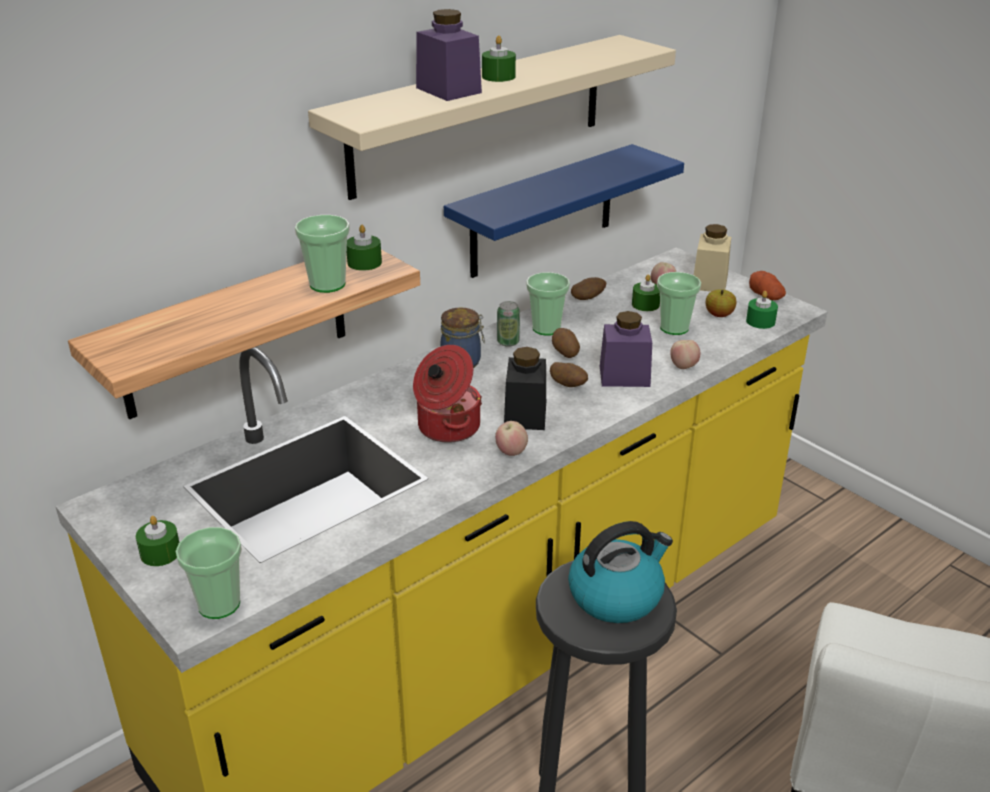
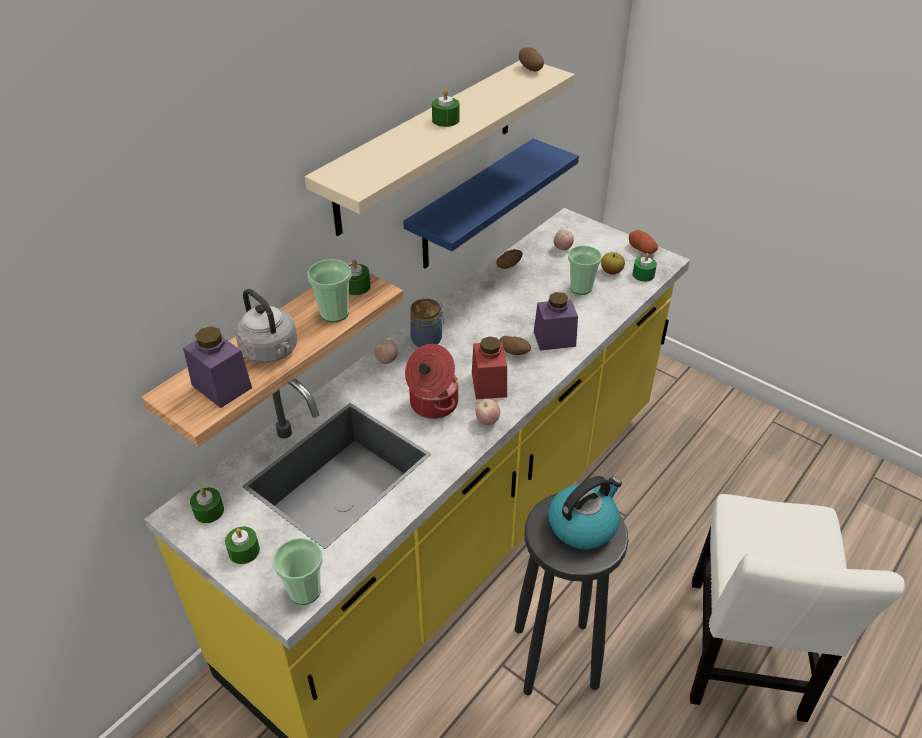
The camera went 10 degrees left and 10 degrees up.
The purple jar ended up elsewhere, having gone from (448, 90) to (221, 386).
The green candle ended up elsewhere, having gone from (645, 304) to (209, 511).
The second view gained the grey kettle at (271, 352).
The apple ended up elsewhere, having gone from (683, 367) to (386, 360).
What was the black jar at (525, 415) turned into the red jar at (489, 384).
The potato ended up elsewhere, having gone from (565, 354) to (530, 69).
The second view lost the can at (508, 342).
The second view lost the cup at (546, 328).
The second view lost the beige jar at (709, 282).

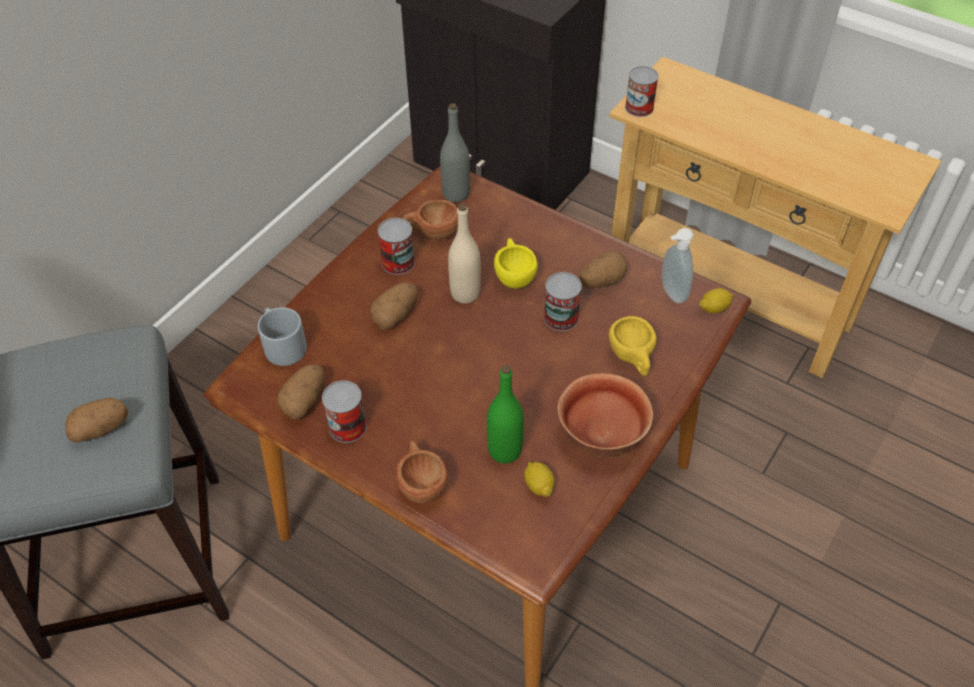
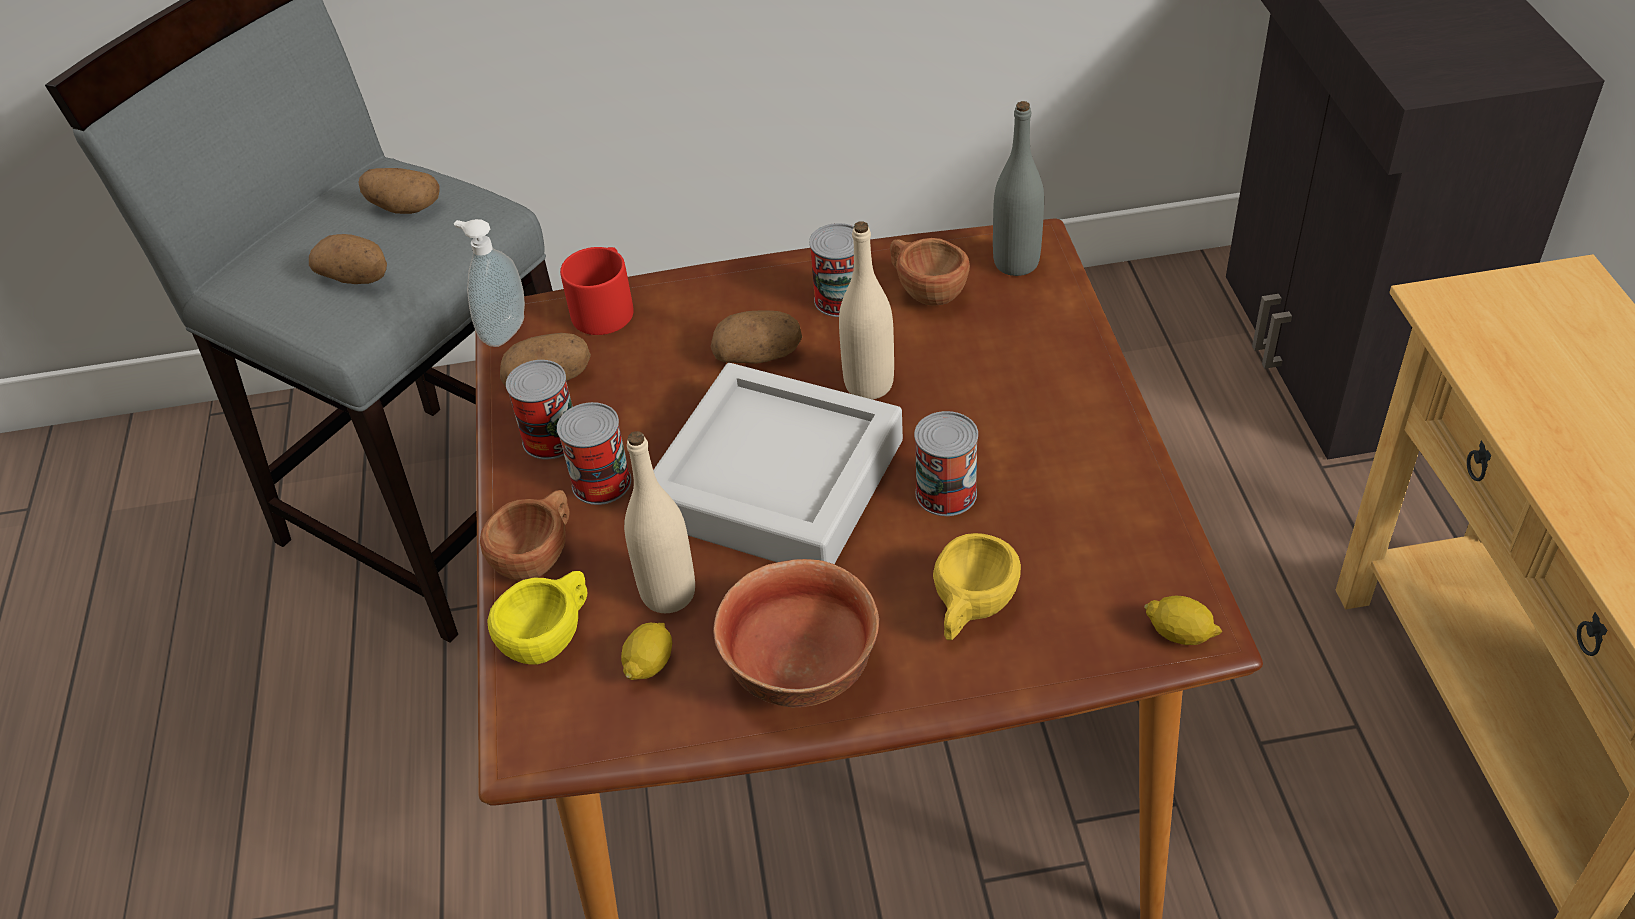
The camera went 50 degrees right and 5 degrees down.
The potato ended up elsewhere, having gone from (601, 281) to (403, 208).
The soap dispenser ended up elsewhere, having gone from (671, 293) to (502, 331).
The yellow cup ended up elsewhere, having gone from (514, 275) to (551, 636).
The can ended up elsewhere, having gone from (639, 108) to (601, 482).
What was the grey mug at (281, 345) turned into the red mug at (605, 307).
What was the green bottle at (504, 450) turned into the beige bottle at (668, 594).
The second view gained the grey tray at (776, 481).

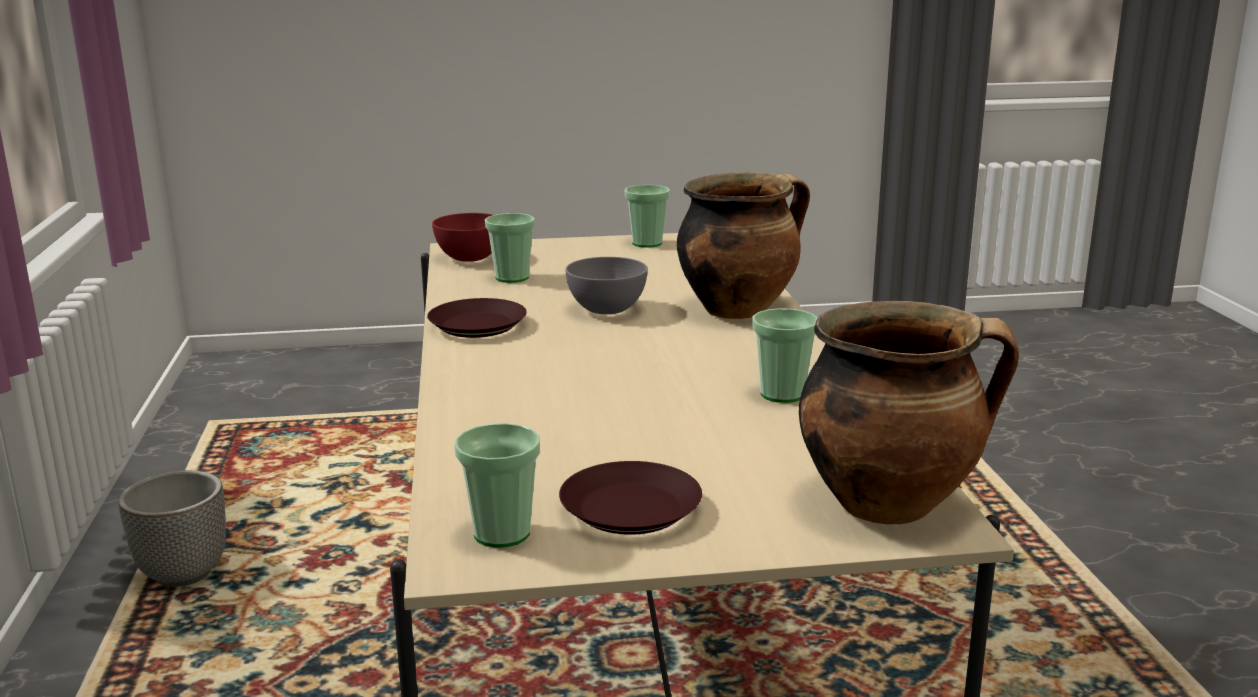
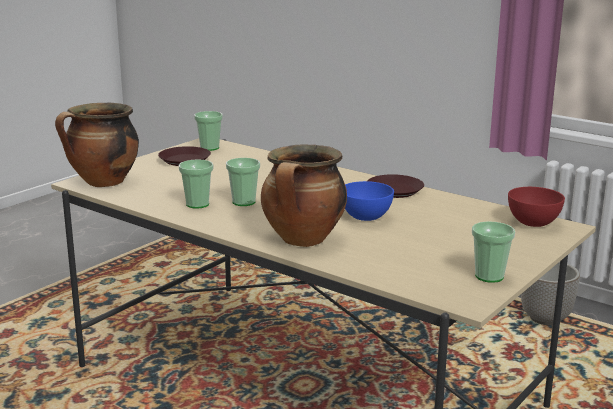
The camera went 135 degrees right and 0 degrees up.
The cup ended up elsewhere, having gone from (512, 278) to (243, 202).
What was the grey bowl at (607, 310) turned into the blue bowl at (365, 217).

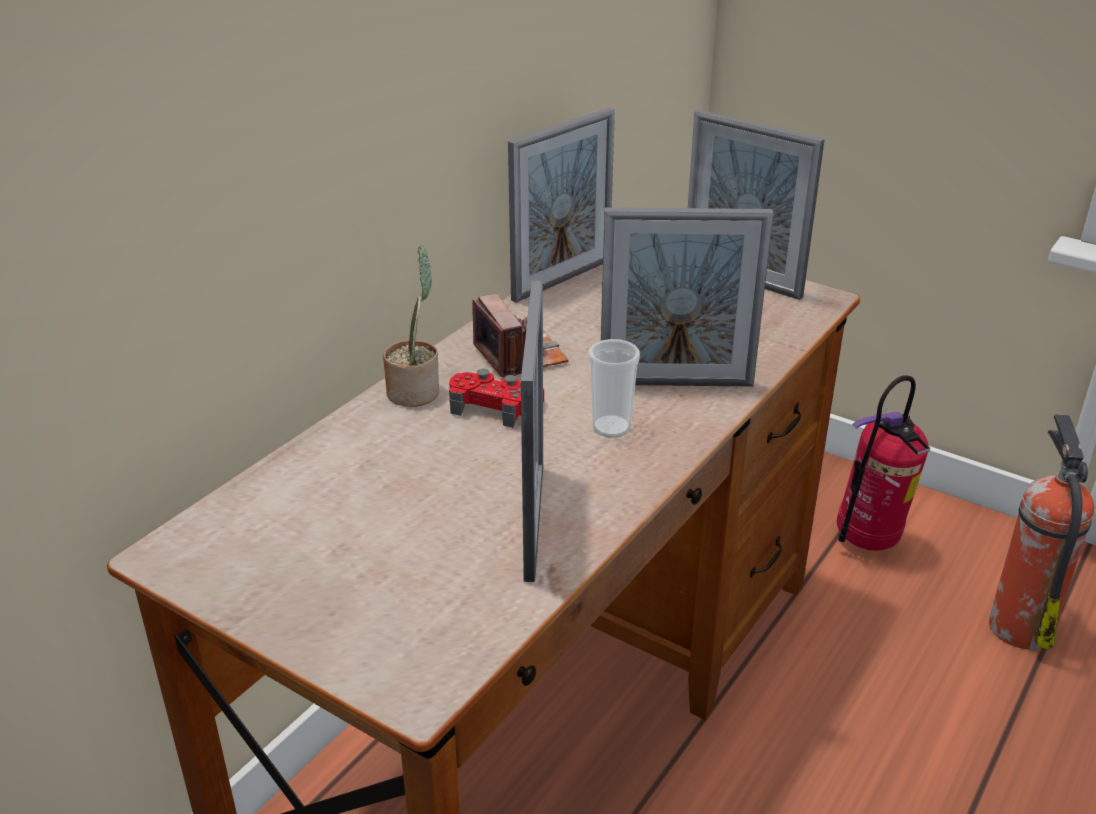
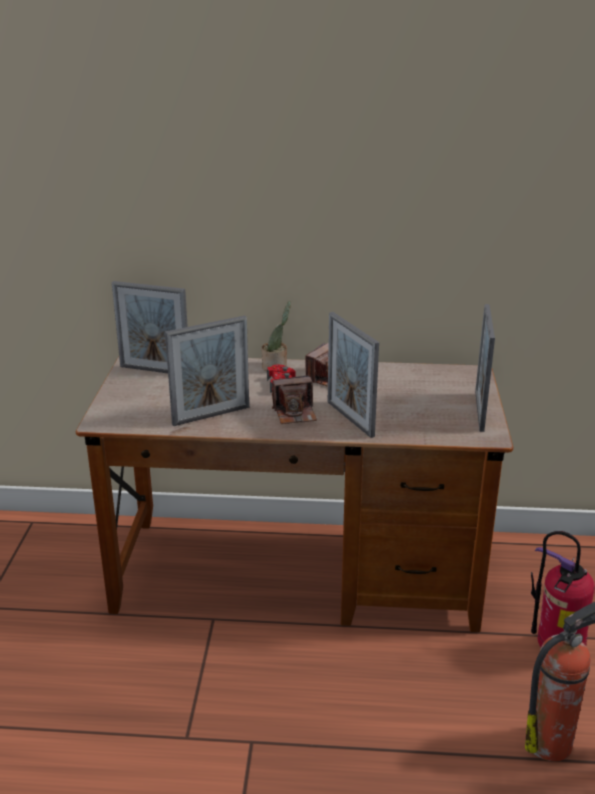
The camera went 60 degrees right and 5 degrees down.
The picture frame ended up elsewhere, having gone from (562, 280) to (155, 370).
Where the cup stood at (611, 427), the photo camera came to stand at (295, 413).

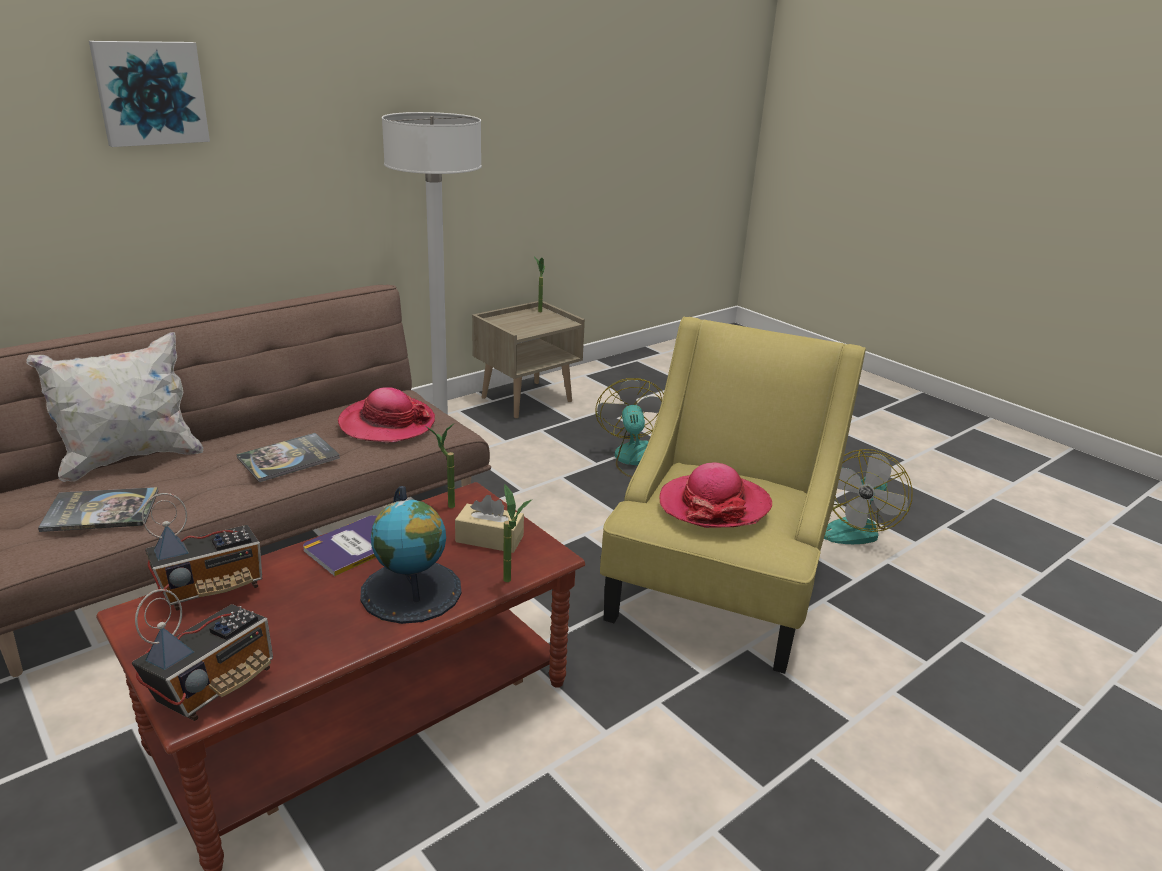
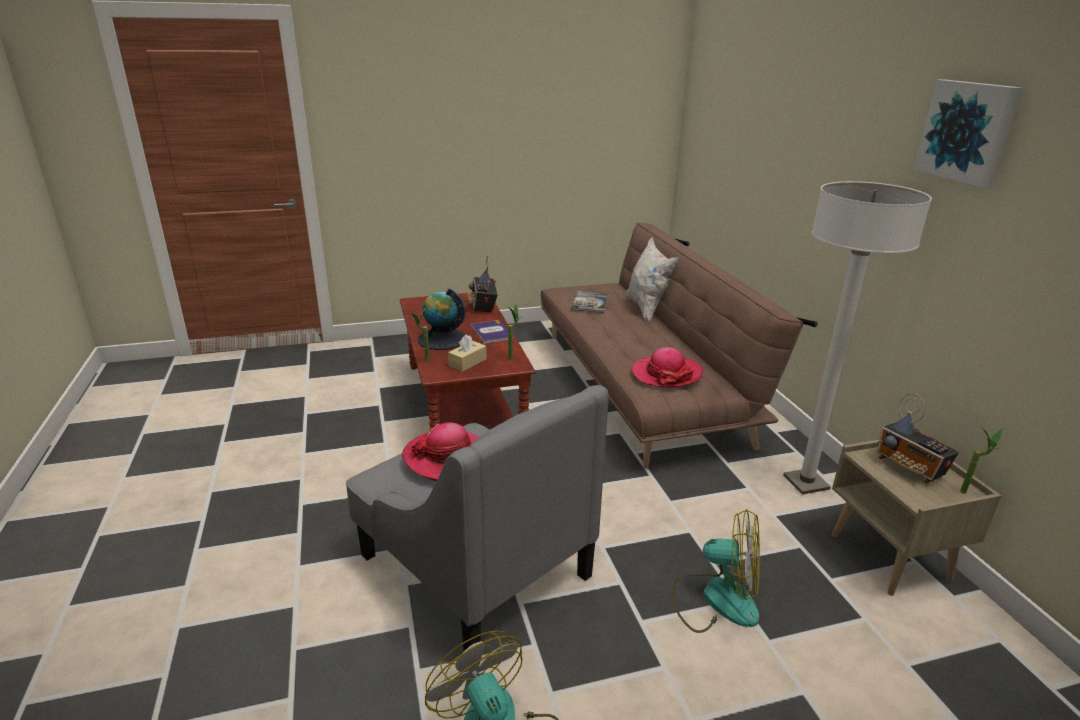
The camera went 115 degrees right and 0 degrees up.
What was the yellow armchair at (718, 586) turned into the grey armchair at (473, 565).
The radio ended up elsewhere, having gone from (215, 686) to (910, 468).
The picture ended up elsewhere, having gone from (150, 93) to (968, 131).
The second view lost the book at (288, 458).

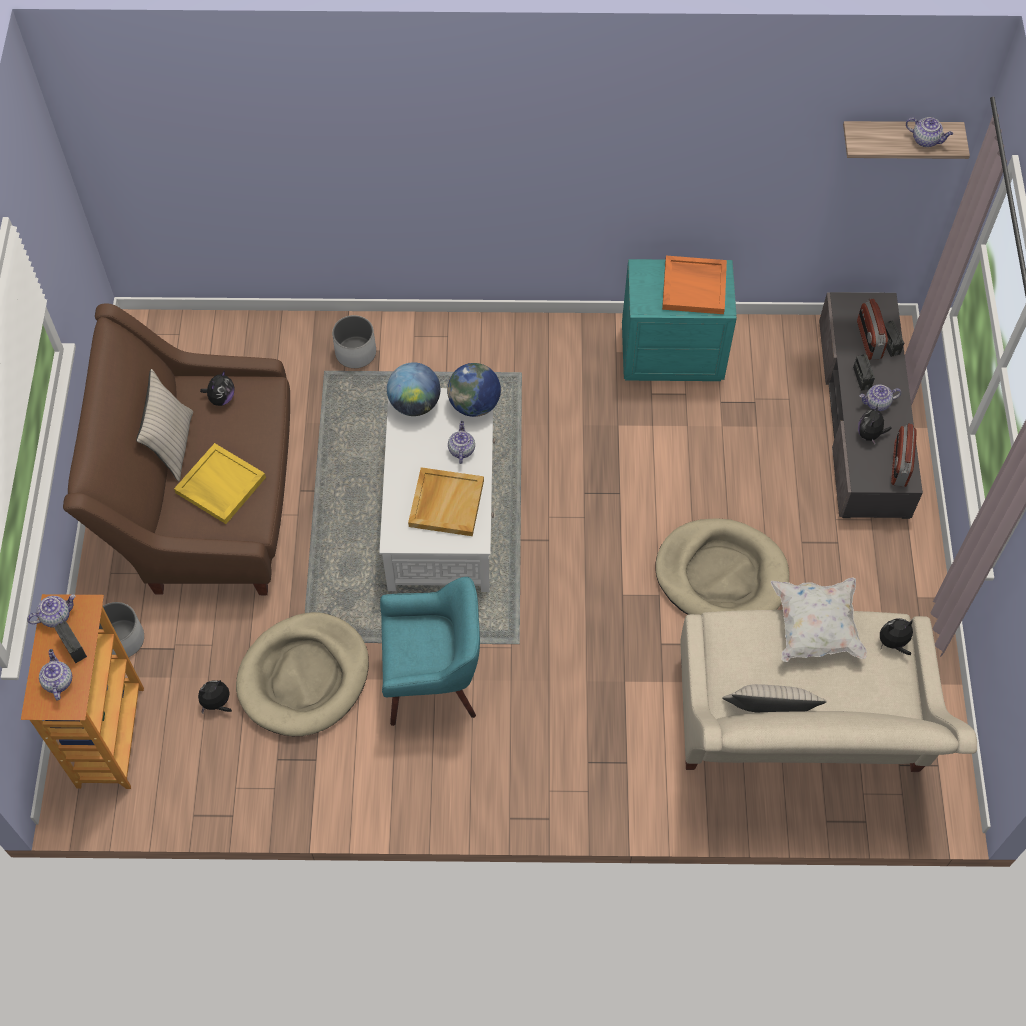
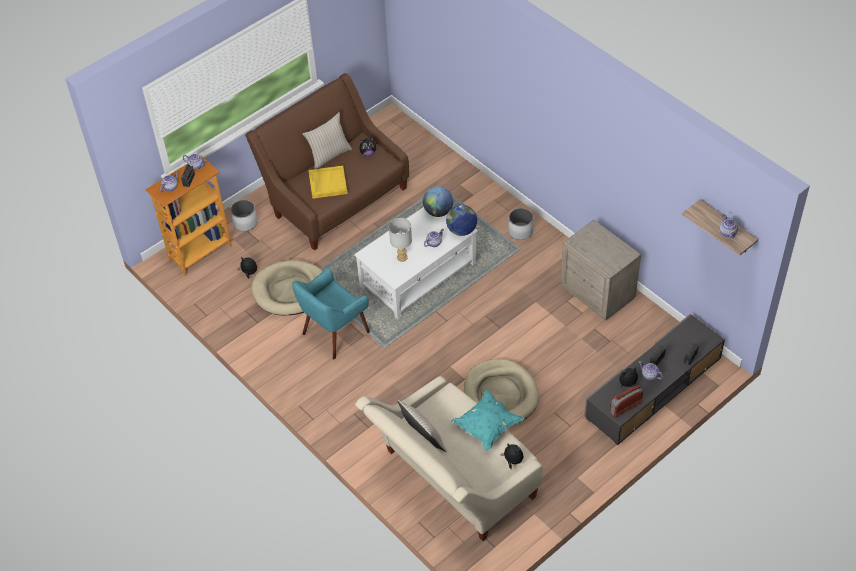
The camera went 50 degrees right and 10 degrees down.
The turquoise armchair at (433, 681) ended up facing another way, 90 degrees clockwise from before.
Where the beige tray stood at (446, 503), the grey table lamp came to stand at (402, 257).
What was the white pillow at (815, 628) turned into the turquoise pillow at (487, 426).
The white planter ended up elsewhere, having gone from (355, 352) to (520, 231).
What was the turquoise nightstand at (672, 353) turned into the beige nightstand at (598, 292).
The second view lost the orange tray at (694, 286).
The second view lost the radio at (868, 340).

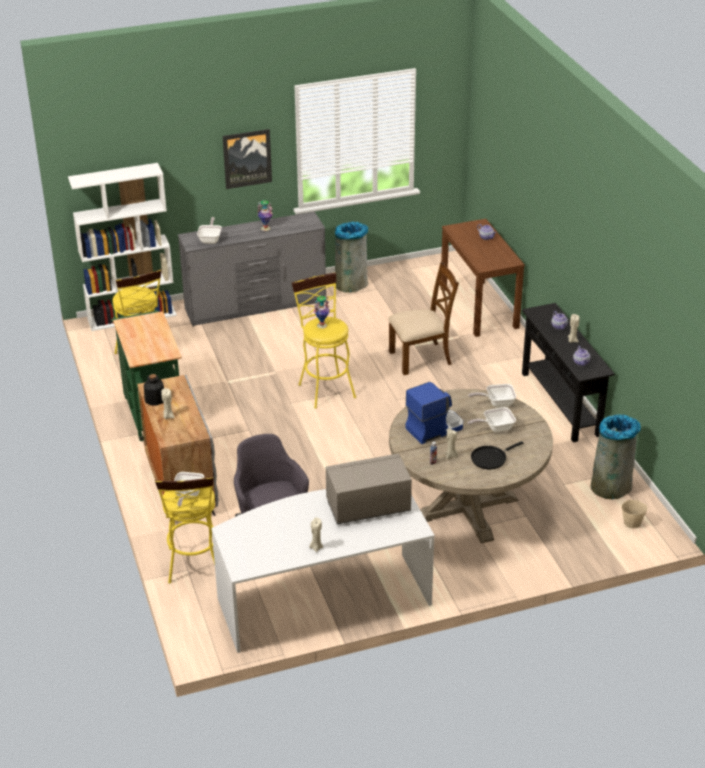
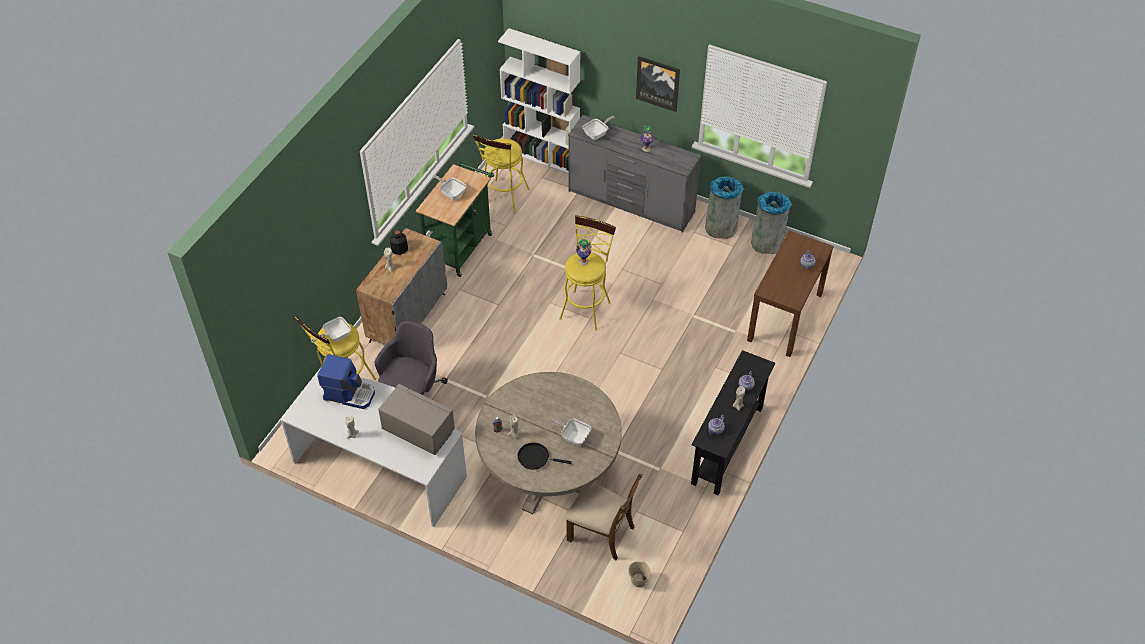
The camera went 45 degrees right and 15 degrees up.
The coffee machine ended up elsewhere, having gone from (434, 428) to (349, 393).
The frying pan ended up elsewhere, having gone from (496, 403) to (451, 193).
The brown chair ended up elsewhere, having gone from (421, 358) to (602, 533).
The grey trash can ended up elsewhere, having gone from (611, 486) to (767, 243).

